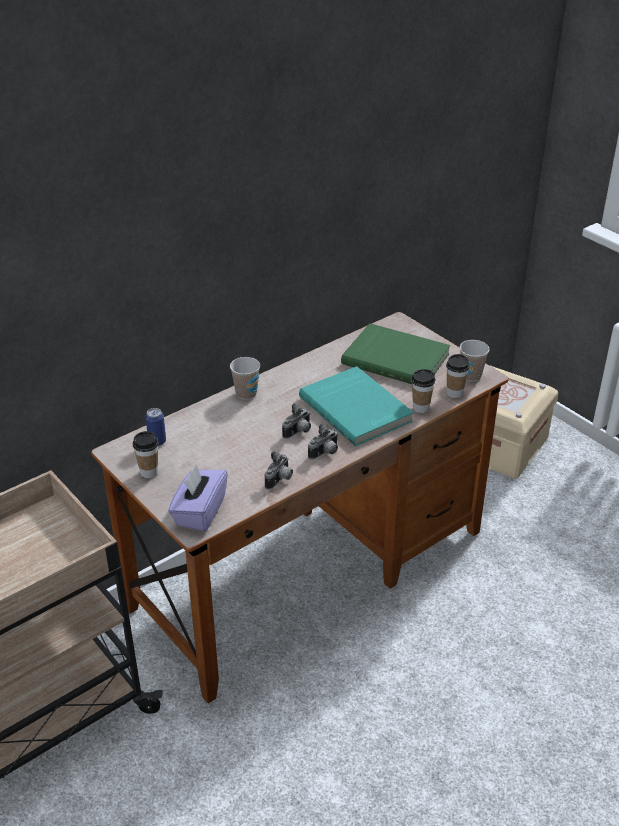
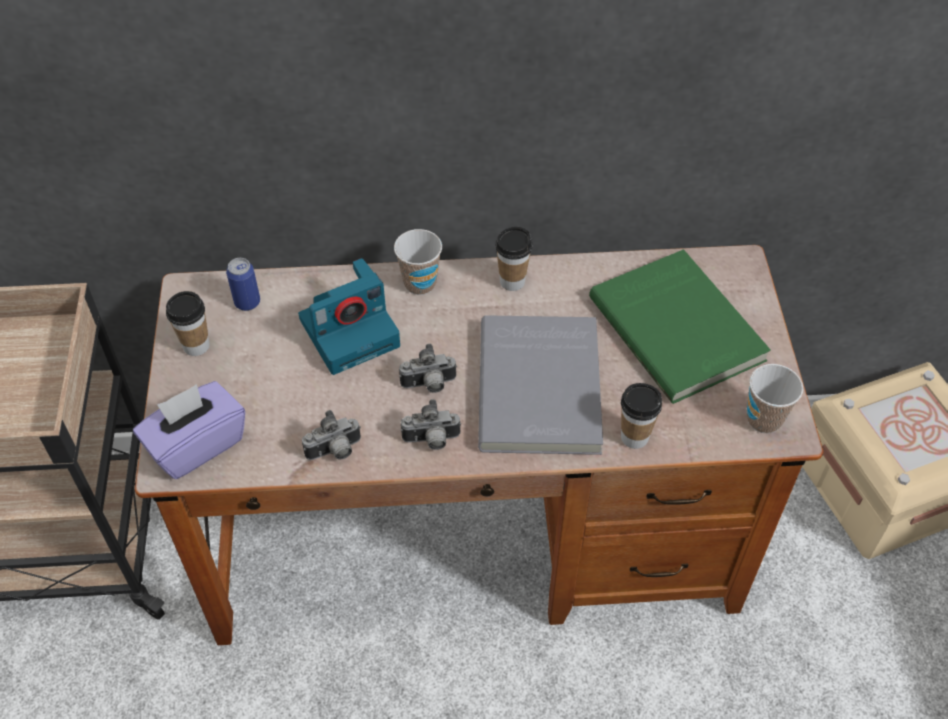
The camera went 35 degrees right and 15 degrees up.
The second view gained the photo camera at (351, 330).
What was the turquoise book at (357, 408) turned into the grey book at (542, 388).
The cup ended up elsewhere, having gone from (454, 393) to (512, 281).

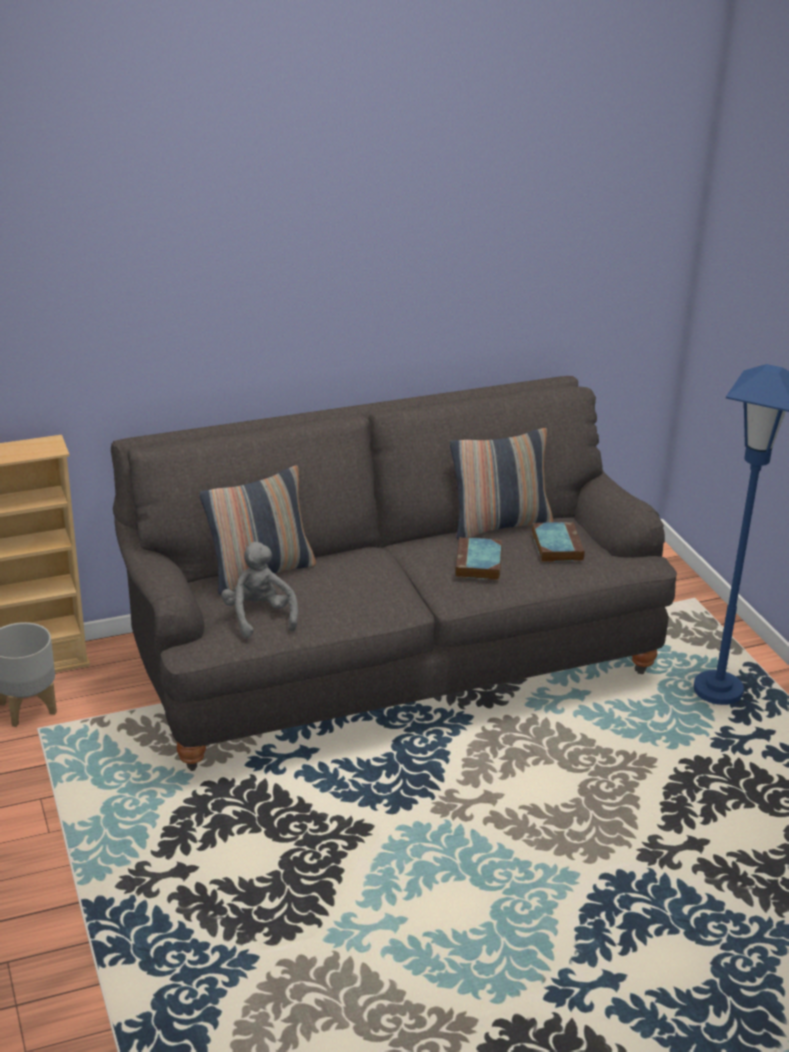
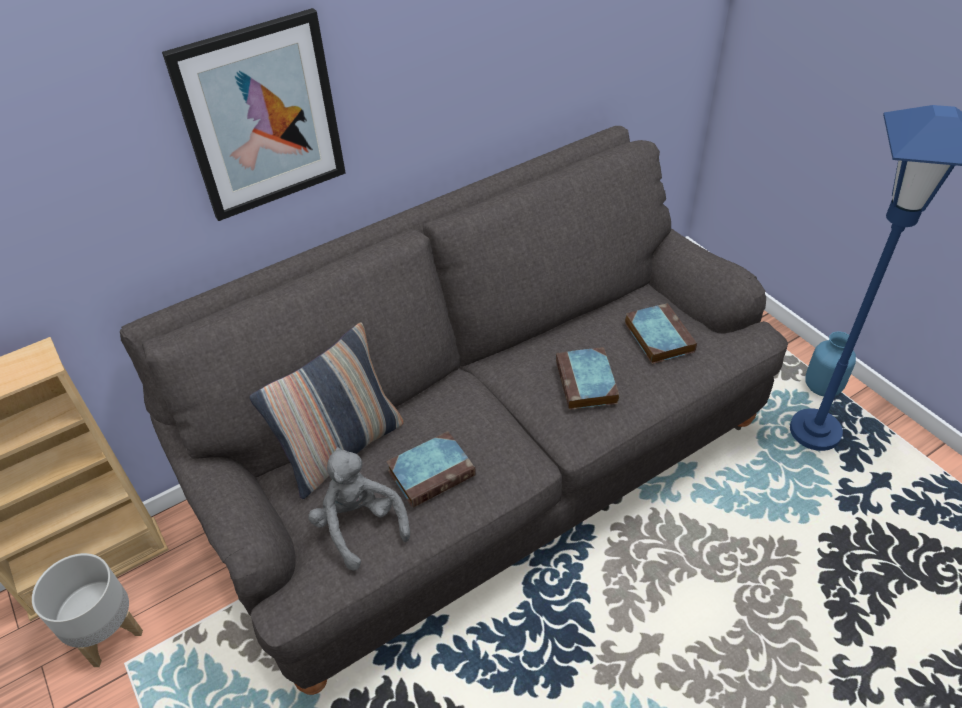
The camera went 10 degrees left and 15 degrees up.
The second view gained the picture at (261, 117).
The second view gained the book at (432, 471).
The second view gained the blue vase at (823, 387).
The second view lost the pillow at (499, 525).

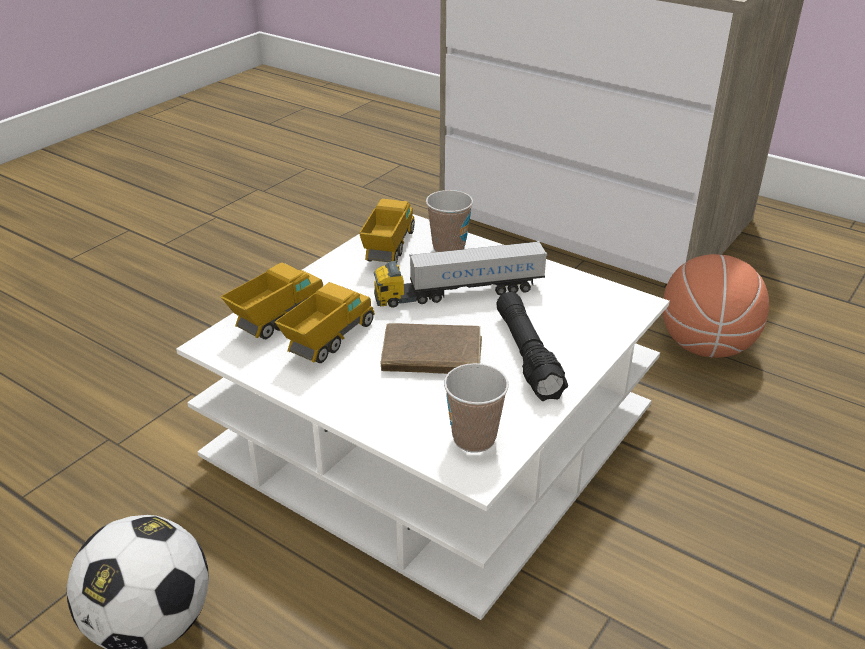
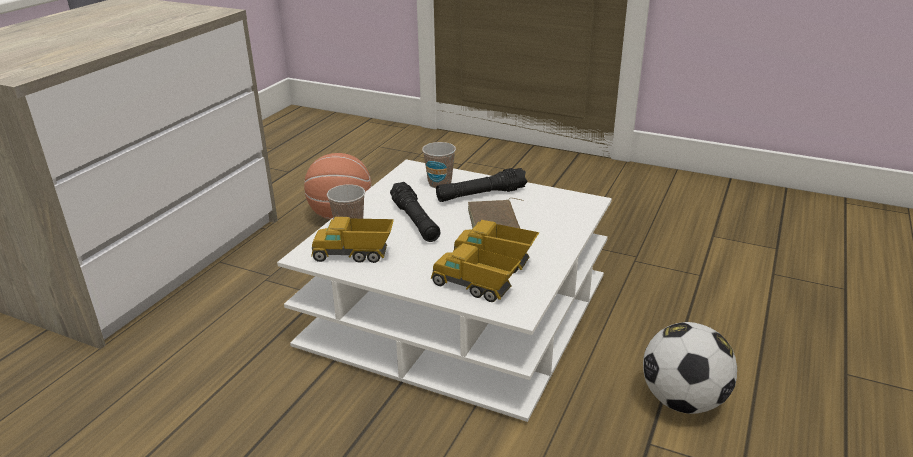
The camera went 100 degrees left and 5 degrees down.
Where the toy truck stood at (459, 293), the black flashlight came to stand at (415, 221).
The cup ended up elsewhere, having gone from (474, 438) to (439, 183).

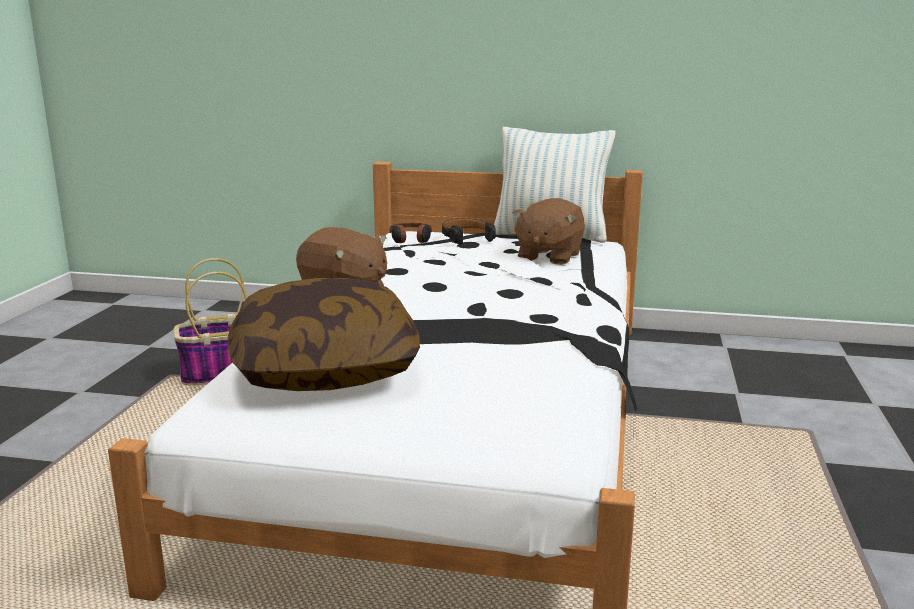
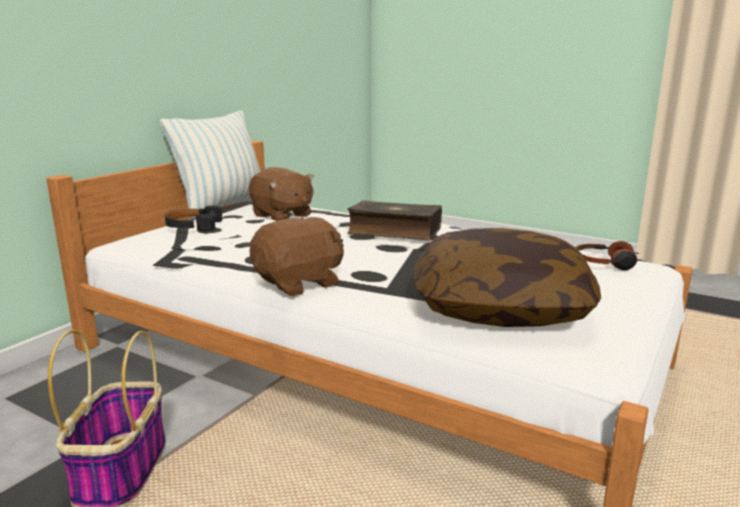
The camera went 70 degrees left and 0 degrees up.
The second view gained the book at (394, 231).
The headphones ended up elsewhere, having gone from (410, 239) to (606, 263).

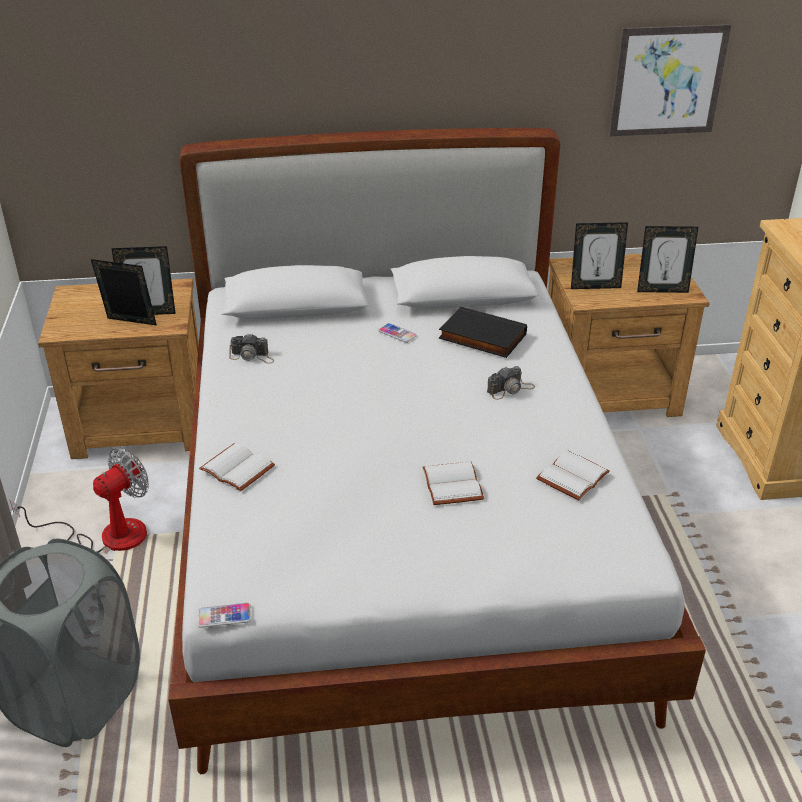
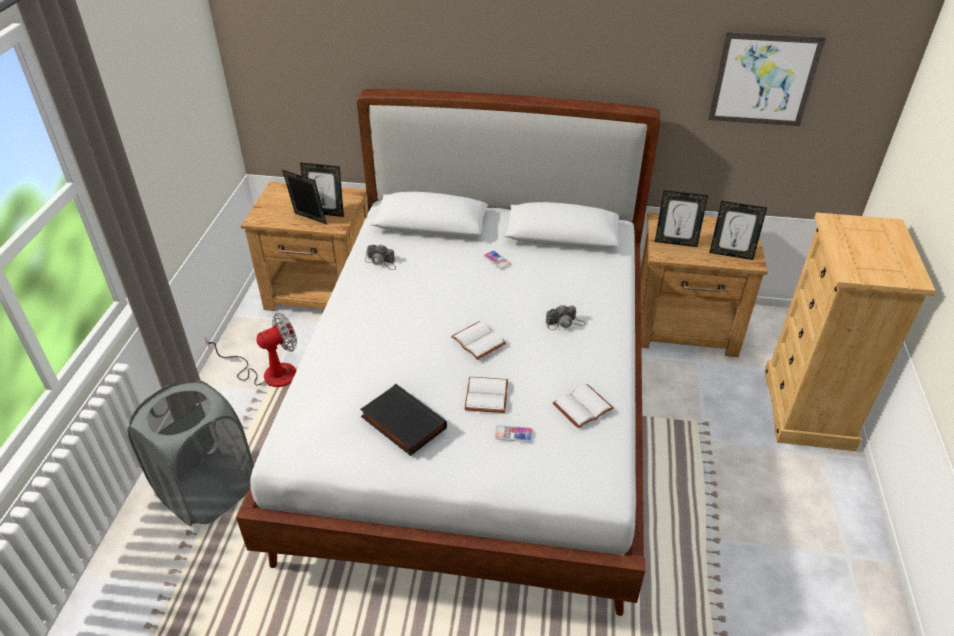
The camera went 15 degrees right and 5 degrees up.
The black book ended up elsewhere, having gone from (481, 337) to (401, 423).
The white book ended up elsewhere, having gone from (239, 468) to (480, 341).
The phone ended up elsewhere, having gone from (224, 616) to (513, 434).

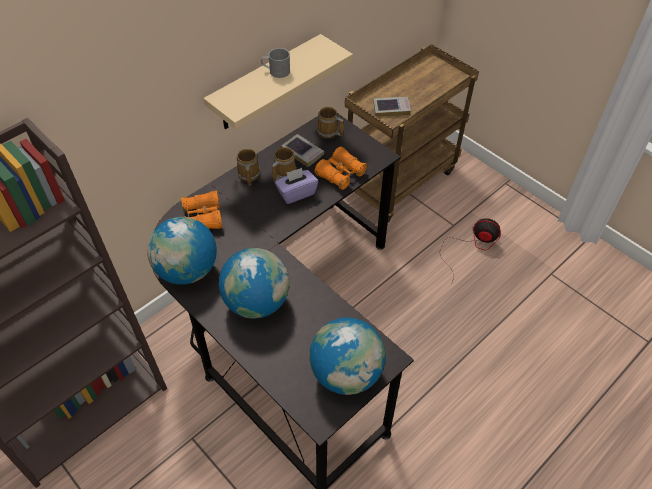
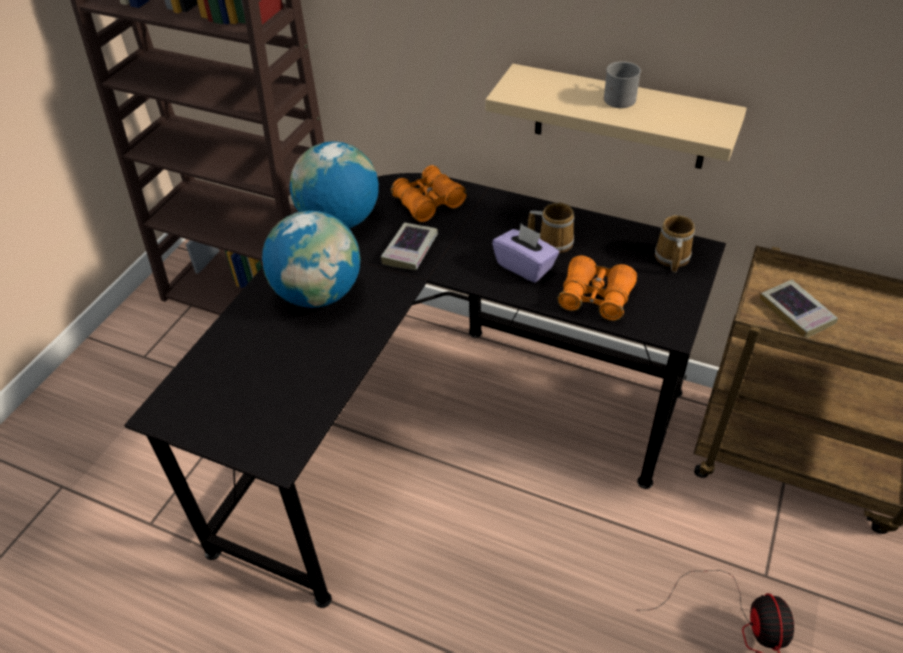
The camera went 70 degrees right and 5 degrees down.
The book ended up elsewhere, having gone from (302, 152) to (410, 250).
The second view lost the mug at (248, 175).
The second view lost the globe at (346, 374).

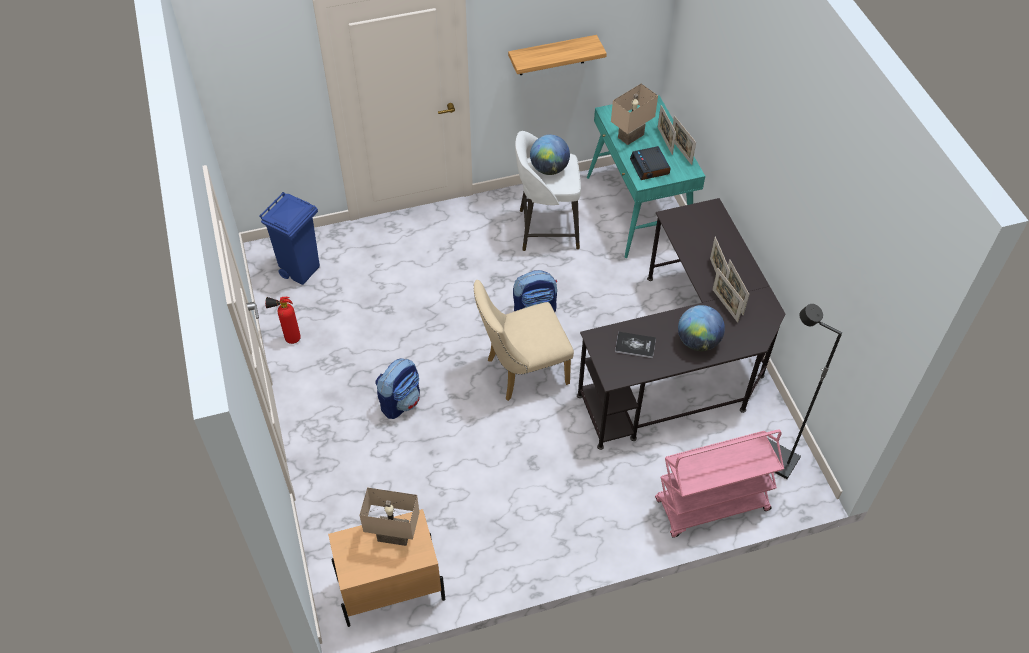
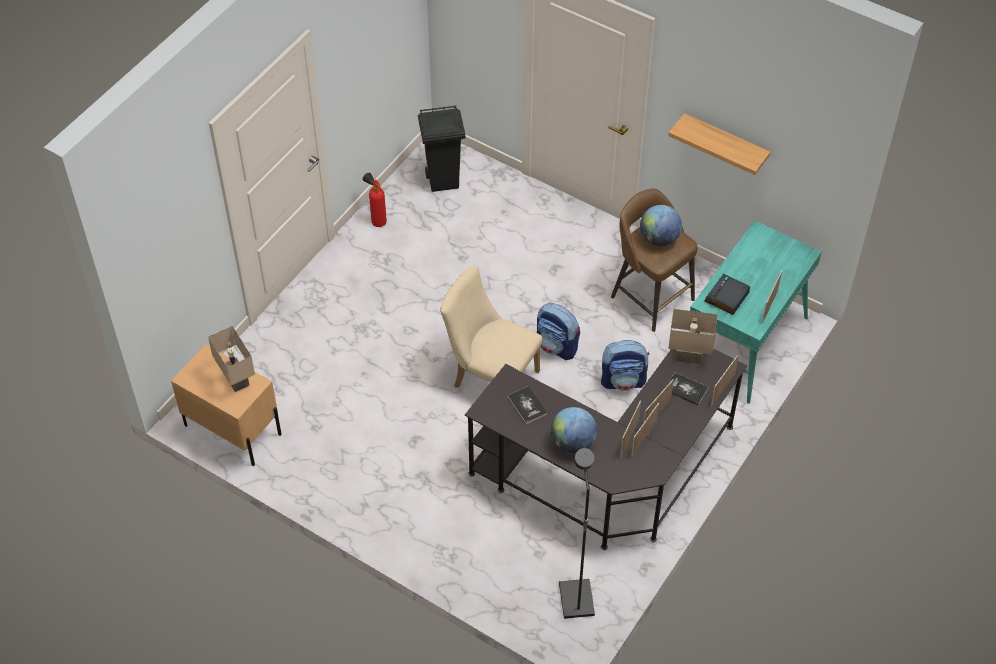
The camera went 50 degrees right and 0 degrees up.
What was the blue trash can at (301, 270) turned into the black trash can at (444, 181).
The backpack ended up elsewhere, having gone from (400, 402) to (623, 380).
What was the white stool at (546, 229) turned into the brown stool at (650, 296).
The second view gained the book at (686, 389).
The beige table lamp ended up elsewhere, having gone from (630, 135) to (689, 355).
The picture frame ended up elsewhere, having gone from (665, 141) to (723, 390).
The second view lost the pink cart at (711, 506).

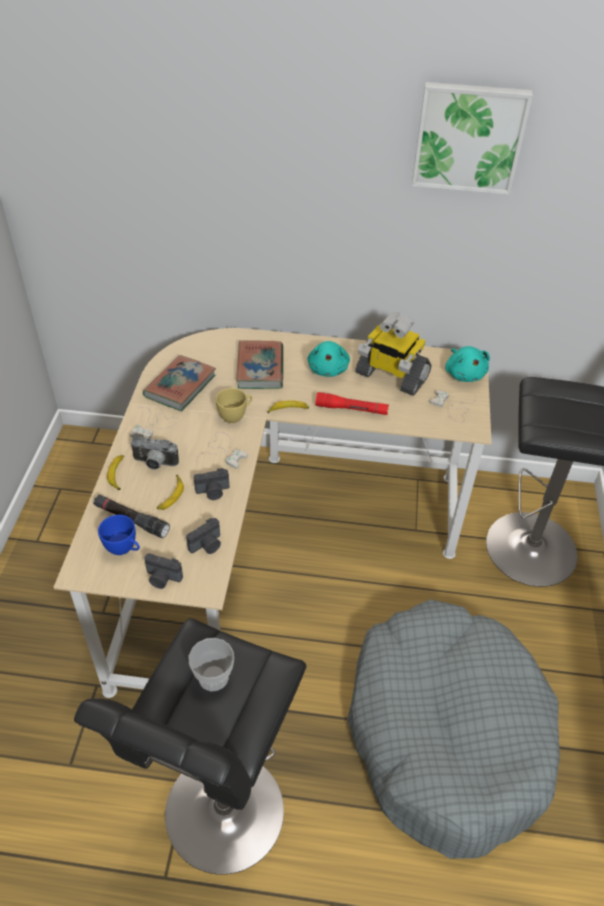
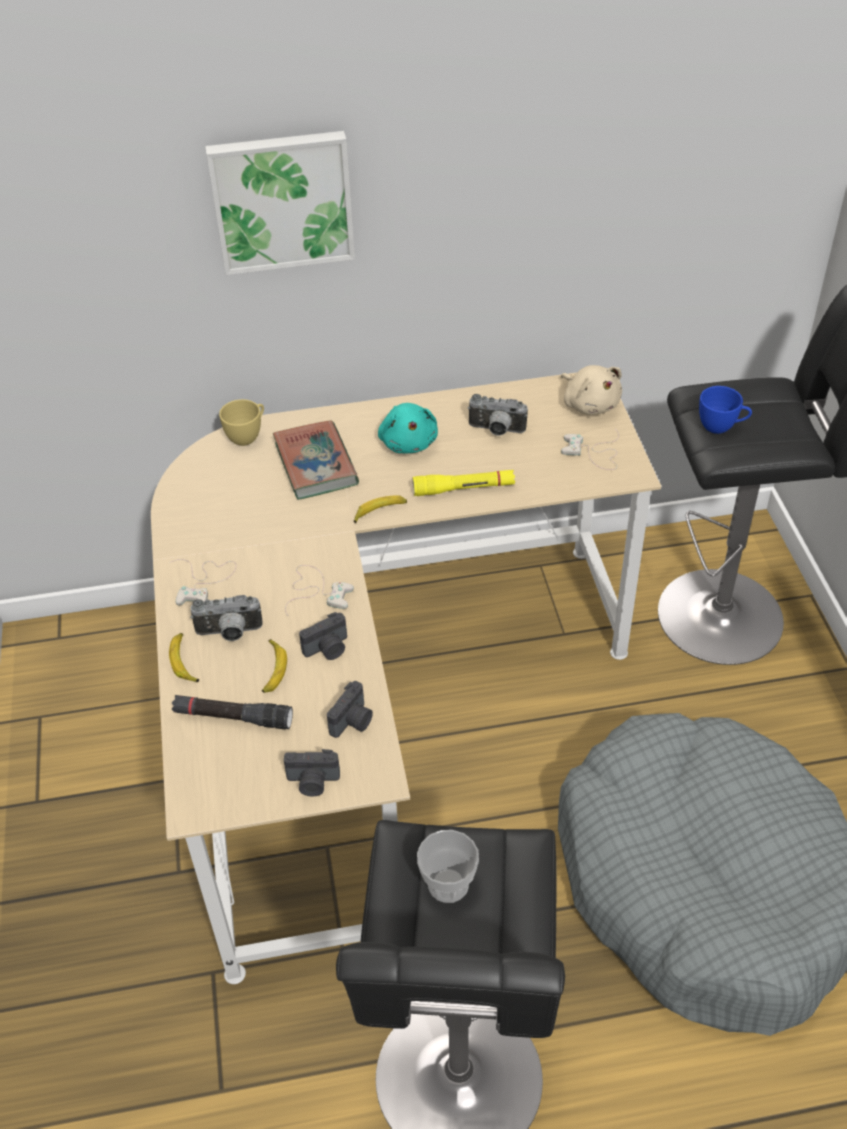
The camera went 15 degrees left and 0 degrees up.
The picture ended up elsewhere, having gone from (469, 137) to (282, 200).
The yellow cup ended up elsewhere, having gone from (235, 416) to (247, 436).
What was the red flashlight at (351, 409) turned into the yellow flashlight at (464, 489).
Where the toy robot stood at (391, 376), the photo camera came to stand at (496, 431).
What was the turquoise plush toy at (464, 373) turned into the beige plush toy at (590, 404).
The blue cup ended up elsewhere, having gone from (124, 549) to (721, 427).
The second view lost the book at (180, 386).

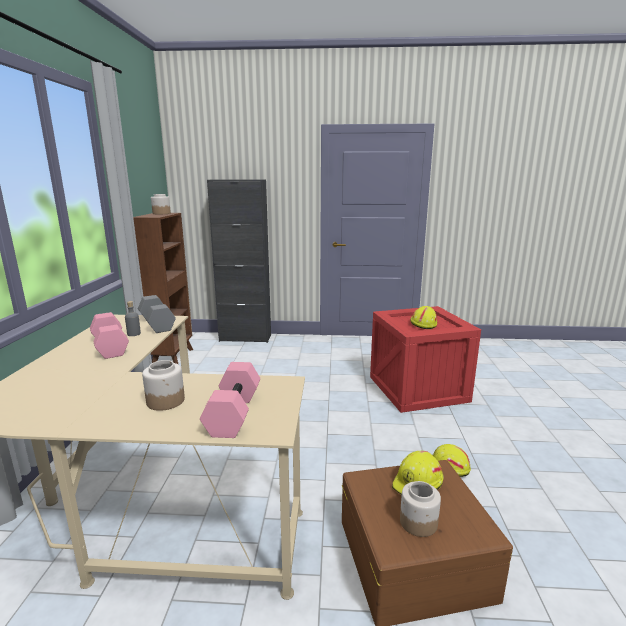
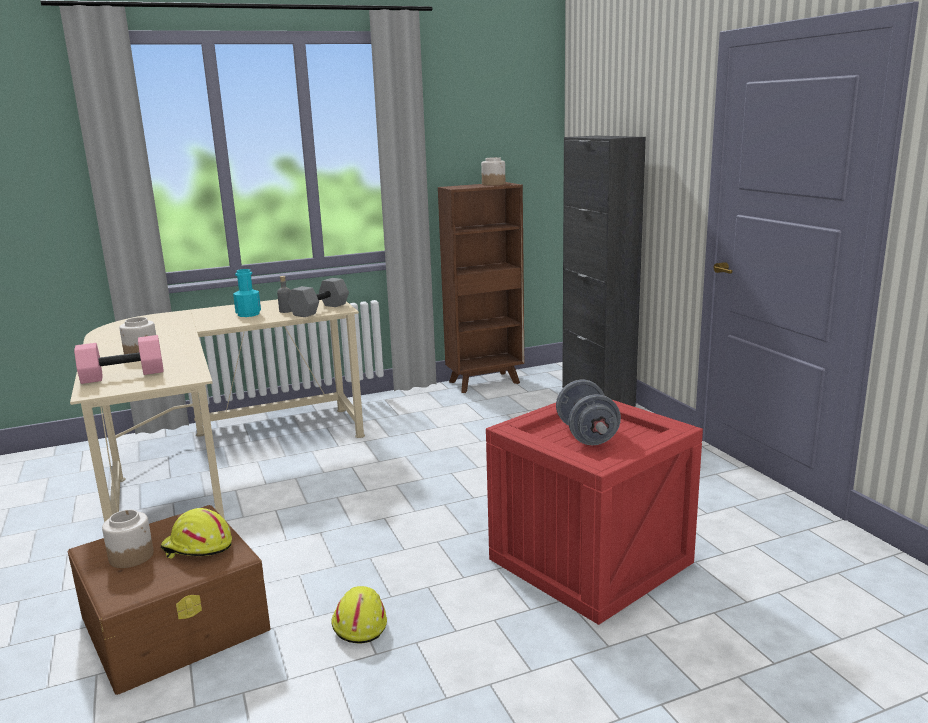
The camera went 65 degrees right and 0 degrees up.
Where the pink dumbbell stood at (111, 347), the turquoise bottle came to stand at (248, 314).
Where the yellow hard hat stood at (423, 324), the grey dumbbell came to stand at (587, 435).

